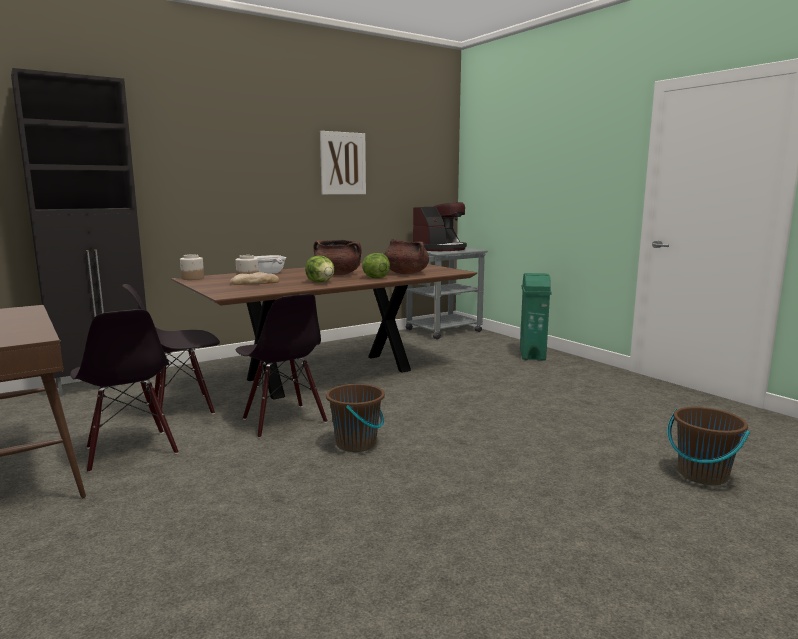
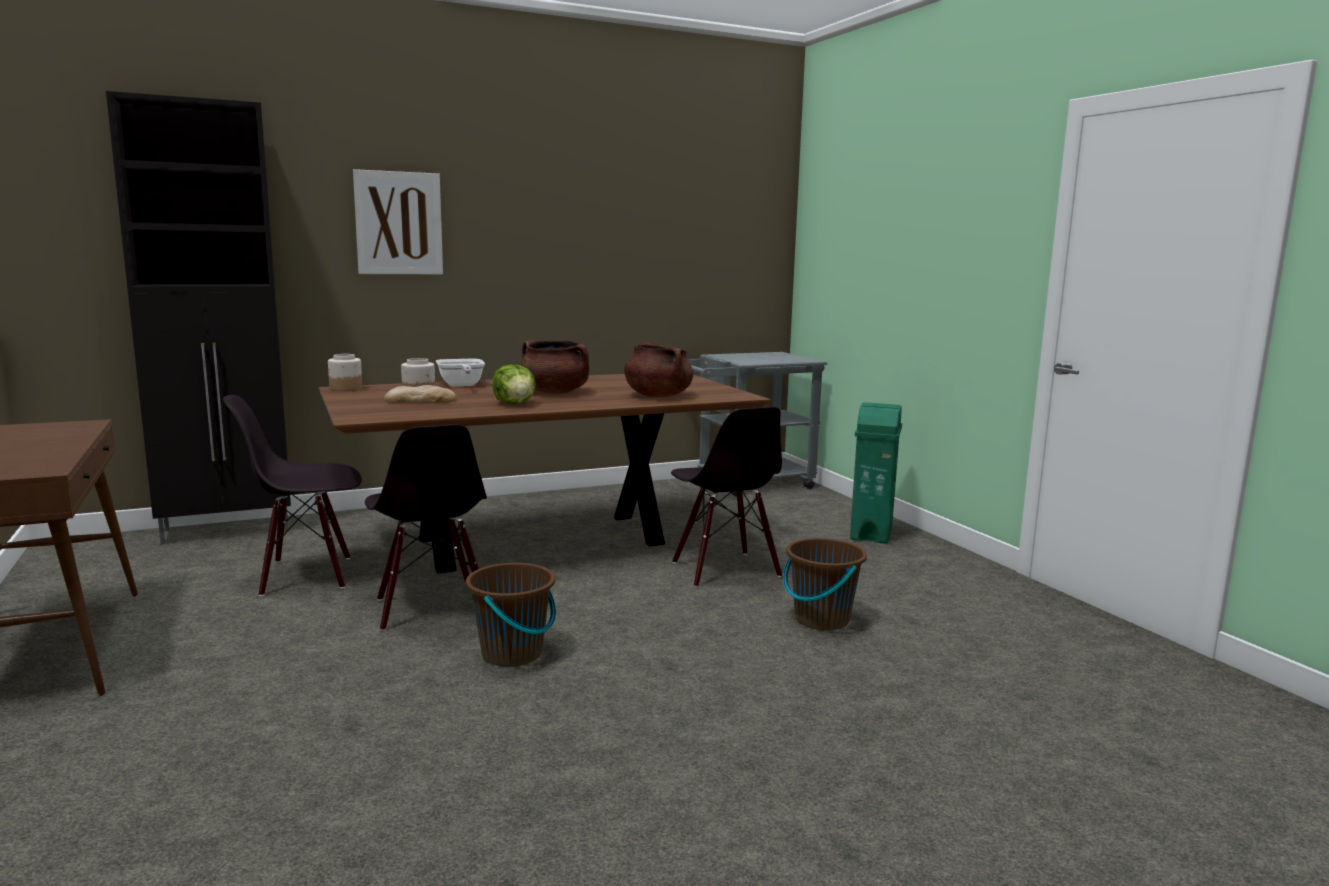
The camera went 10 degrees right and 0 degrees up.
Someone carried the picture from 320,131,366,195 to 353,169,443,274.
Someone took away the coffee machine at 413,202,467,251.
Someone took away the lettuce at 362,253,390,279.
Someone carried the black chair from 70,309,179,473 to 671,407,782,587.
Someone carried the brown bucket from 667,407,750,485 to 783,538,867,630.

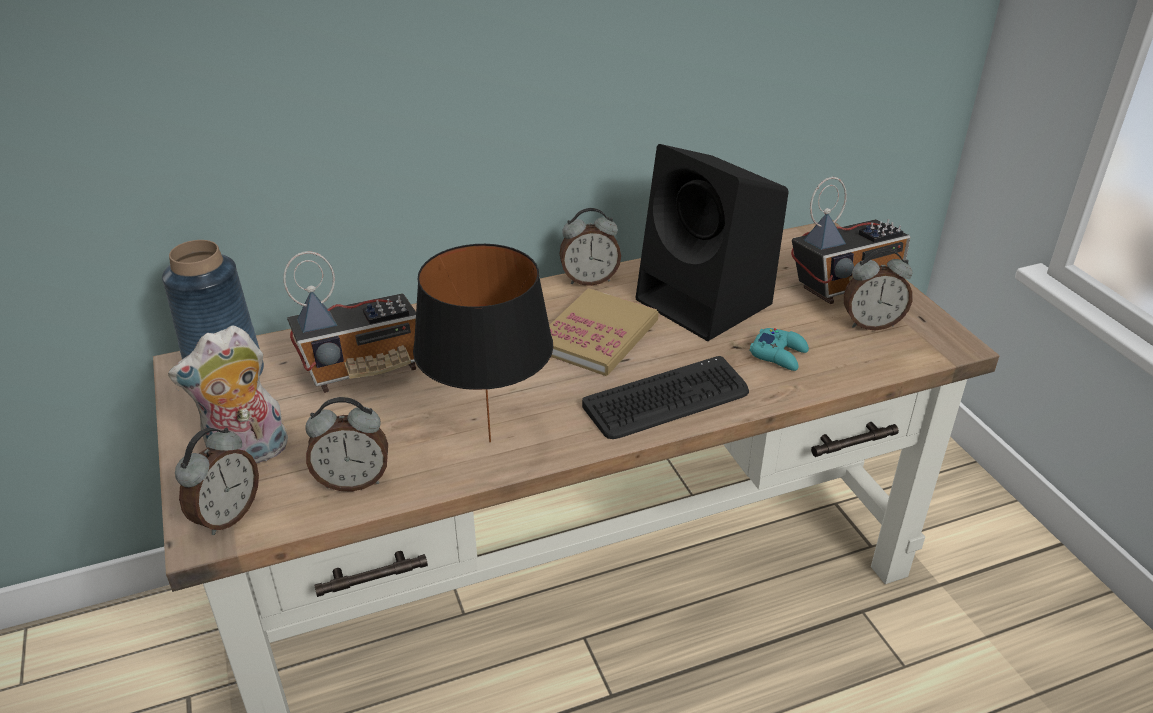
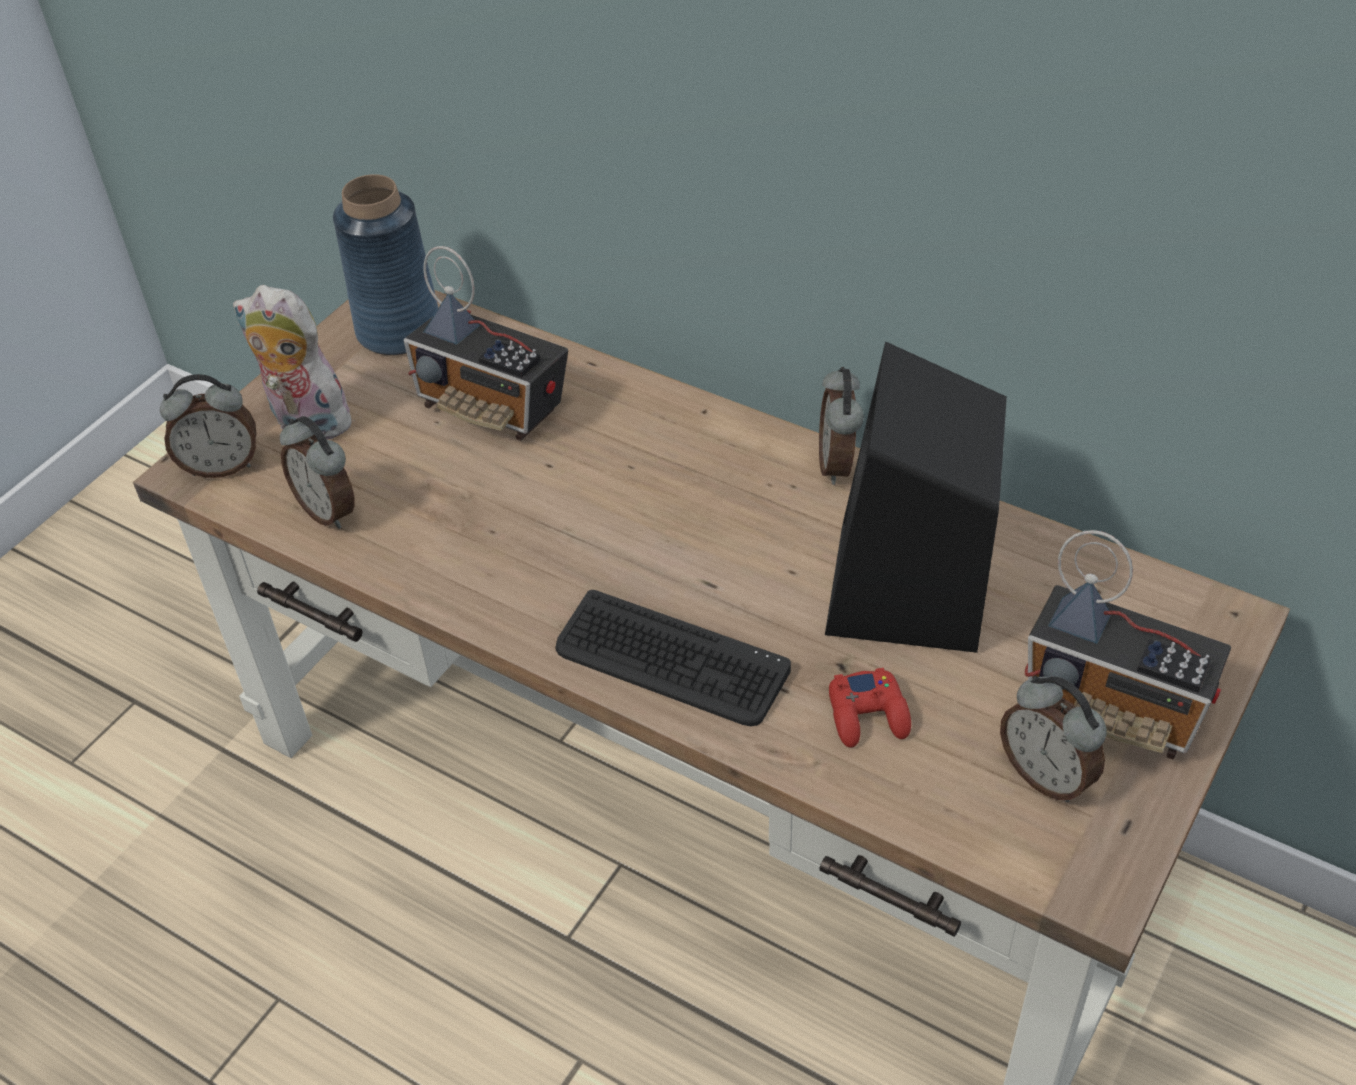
The camera went 55 degrees right and 10 degrees up.
Someone rotated the alarm clock at 560,208,621,286 by 45 degrees clockwise.
Someone took away the black table lamp at 413,244,553,442.
Someone took away the book at 549,288,659,376.
Someone repainted the turquoise game controller at 749,328,809,371, which became the red game controller at 829,668,911,747.

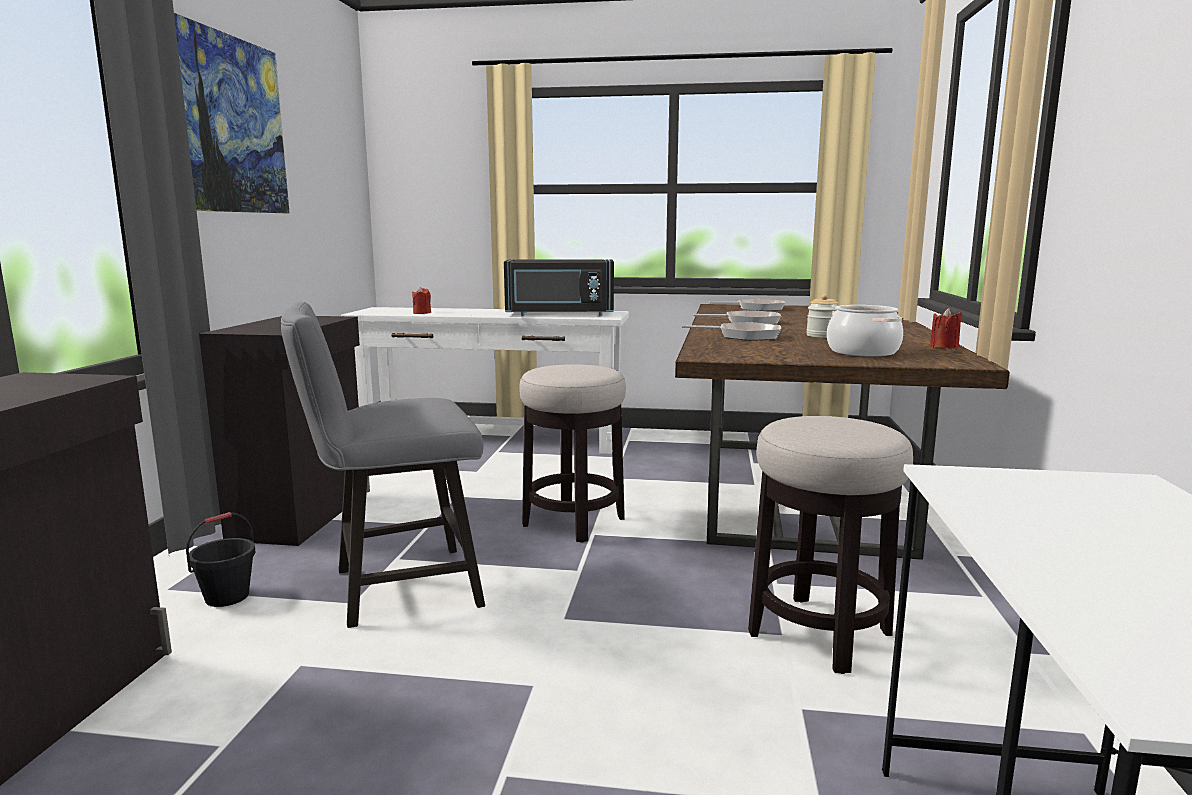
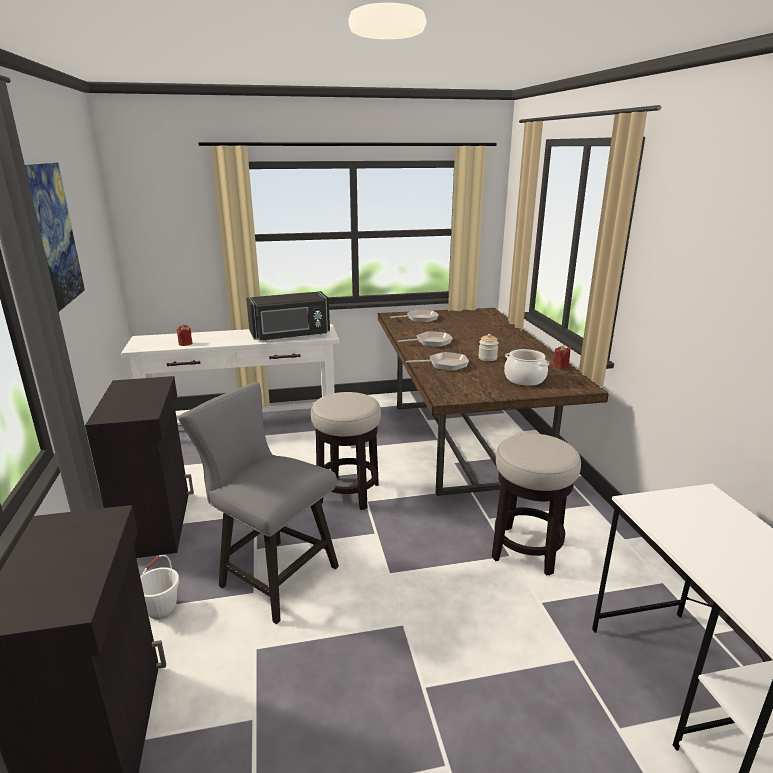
The camera went 20 degrees left and 10 degrees up.
Someone rotated the grey chair at 281,302,485,628 by 75 degrees clockwise.
Someone repainted the black bucket at 186,512,256,607, which became the white bucket at 140,555,179,619.

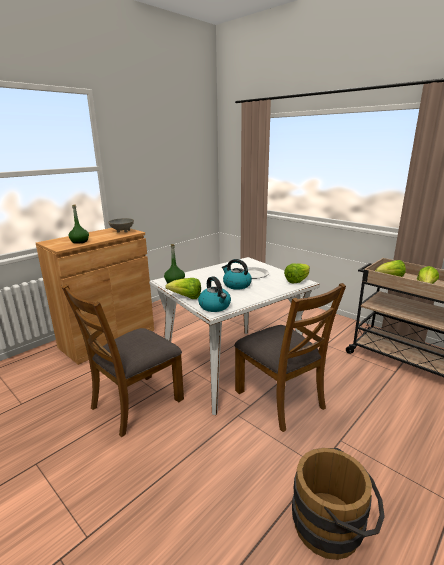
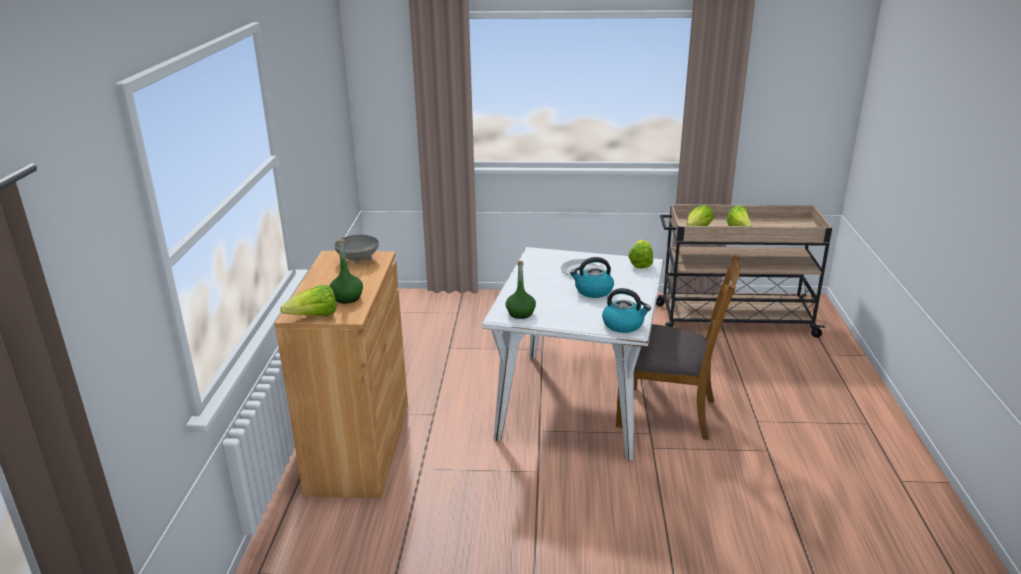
The camera went 40 degrees left and 5 degrees up.
Someone carried the lettuce from 165,278,201,299 to 280,285,336,316.
Someone took away the brown chair at 62,285,184,437.
Someone took away the brown bucket at 292,448,385,560.

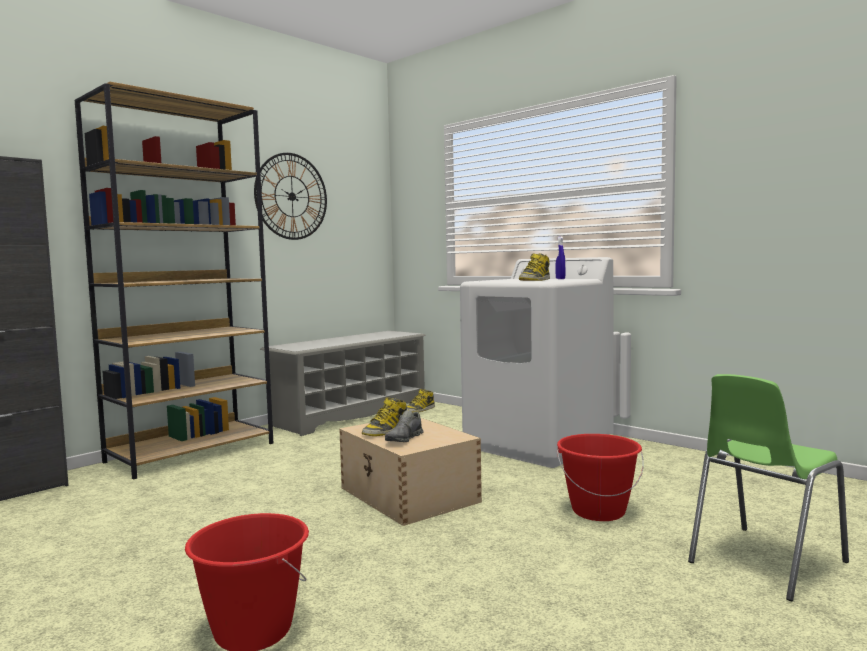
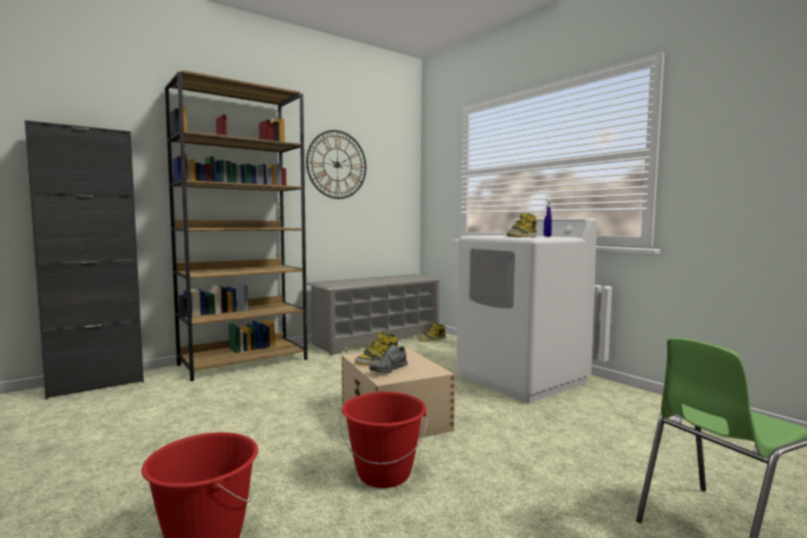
The camera went 10 degrees right and 0 degrees up.
Someone carried the red bucket from 557,434,644,521 to 340,392,428,488.

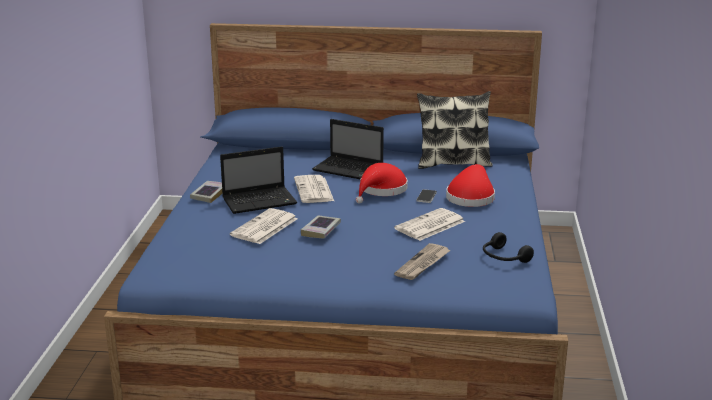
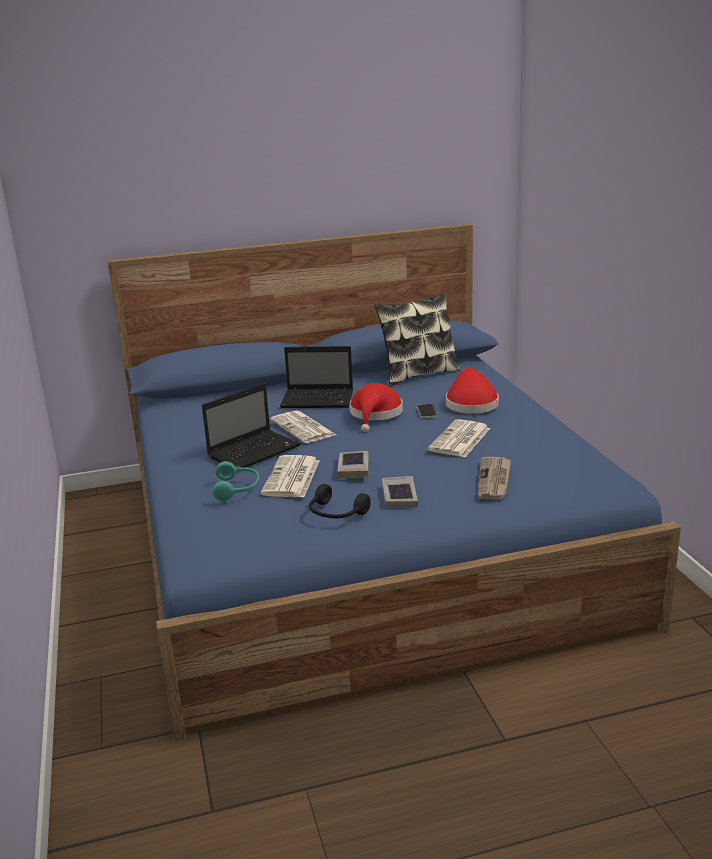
The camera went 20 degrees left and 0 degrees up.
Someone carried the book from 190,181,222,203 to 381,476,418,507.
Someone carried the black headphones from 483,232,534,263 to 309,484,371,518.
Someone put down the turquoise headphones at 212,461,260,501.

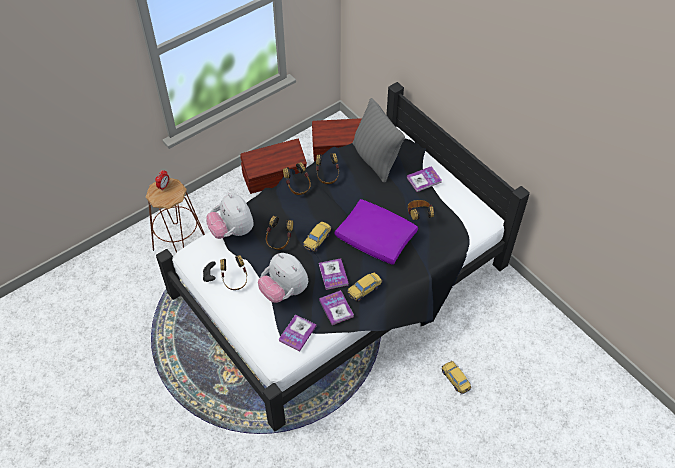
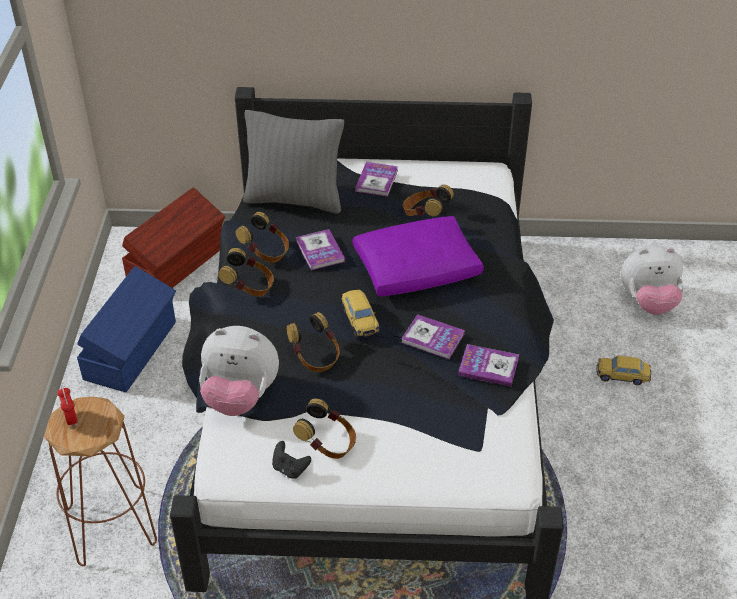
The camera went 50 degrees left and 10 degrees down.
Someone repainted the brown storage box at 240,138,307,194, which became the blue storage box at 77,266,176,392.
Someone carried the plush toy from 258,253,308,303 to 621,245,684,315.
Someone took away the toy car at 347,273,383,301.
Someone carried the book from 279,314,316,351 to 296,229,345,270.

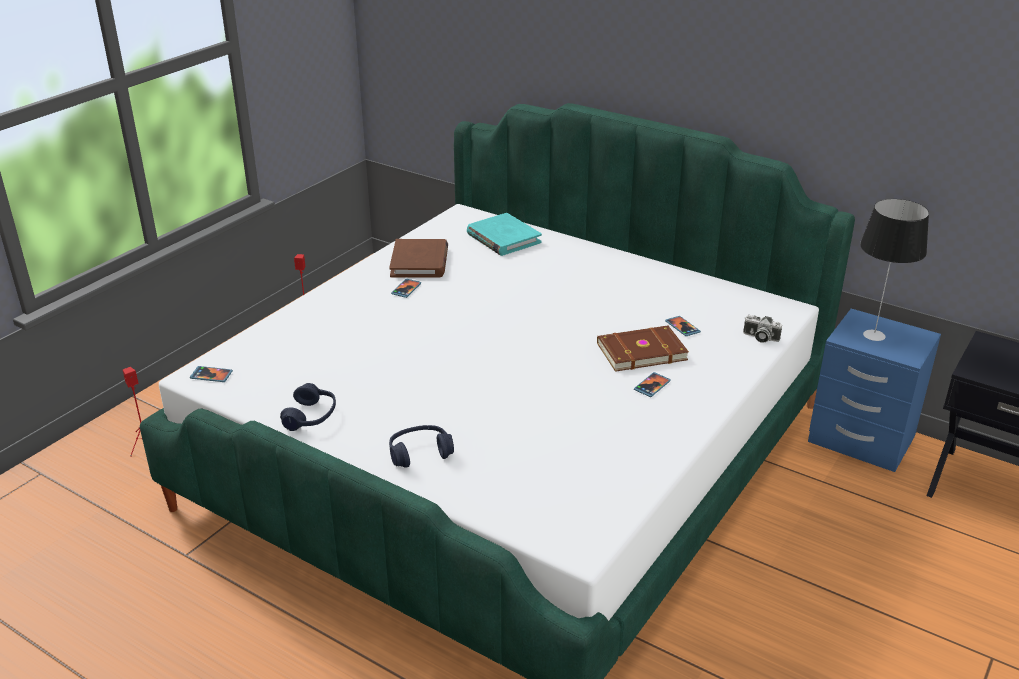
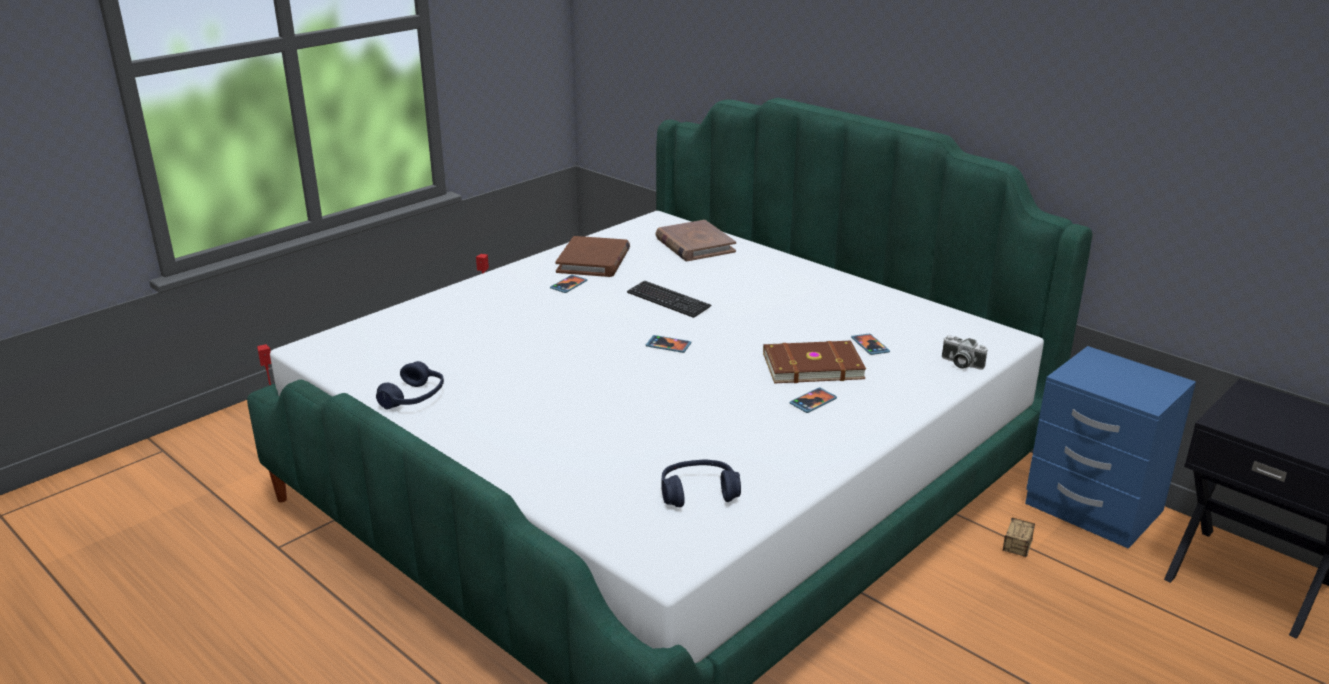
The camera went 10 degrees right and 5 degrees down.
Someone took away the table lamp at 860,199,929,341.
Someone repainted the turquoise book at 467,213,542,256, which became the brown book at 656,220,736,261.
Someone carried the phone from 190,366,233,382 to 646,335,691,353.
Someone carried the blue headphones from 389,425,454,468 to 661,460,741,507.
Someone put down the keyboard at 627,280,711,318.
Someone put down the storage box at 1003,518,1035,557.

